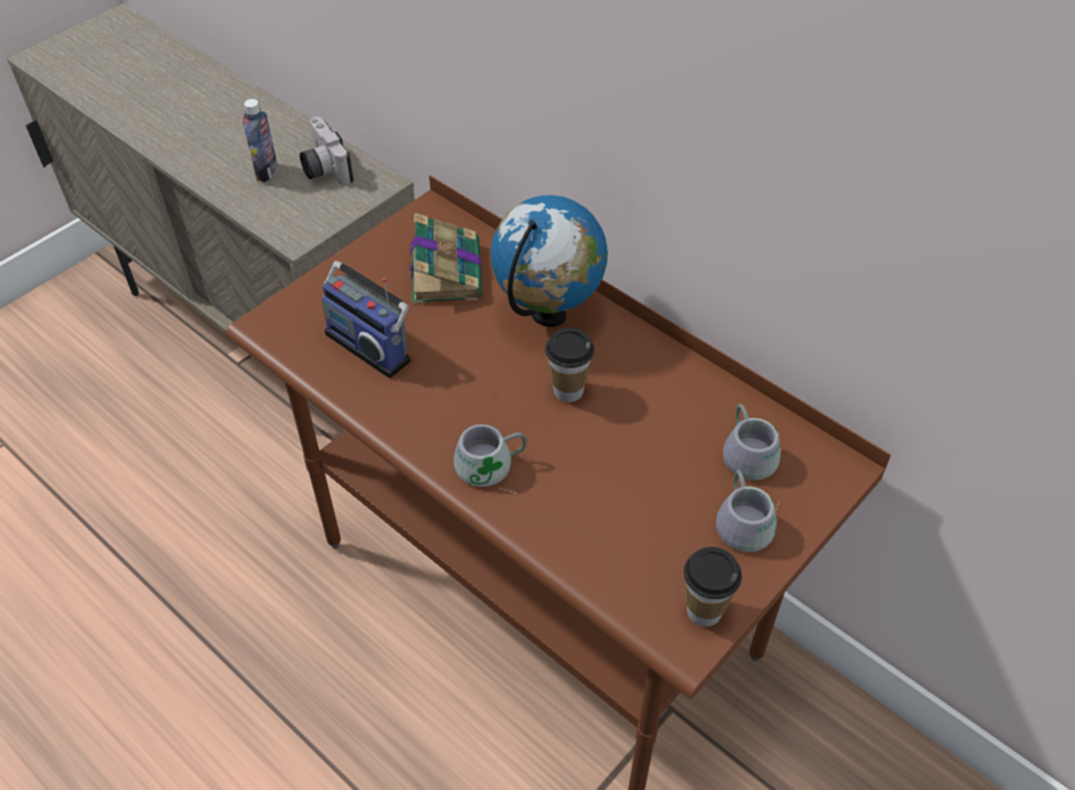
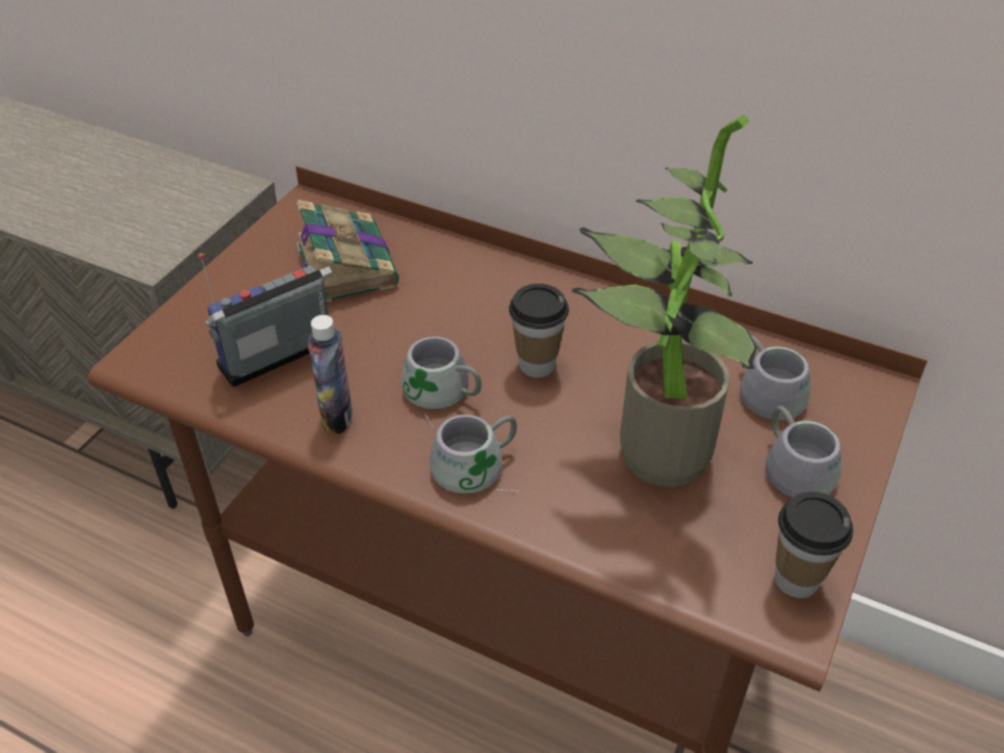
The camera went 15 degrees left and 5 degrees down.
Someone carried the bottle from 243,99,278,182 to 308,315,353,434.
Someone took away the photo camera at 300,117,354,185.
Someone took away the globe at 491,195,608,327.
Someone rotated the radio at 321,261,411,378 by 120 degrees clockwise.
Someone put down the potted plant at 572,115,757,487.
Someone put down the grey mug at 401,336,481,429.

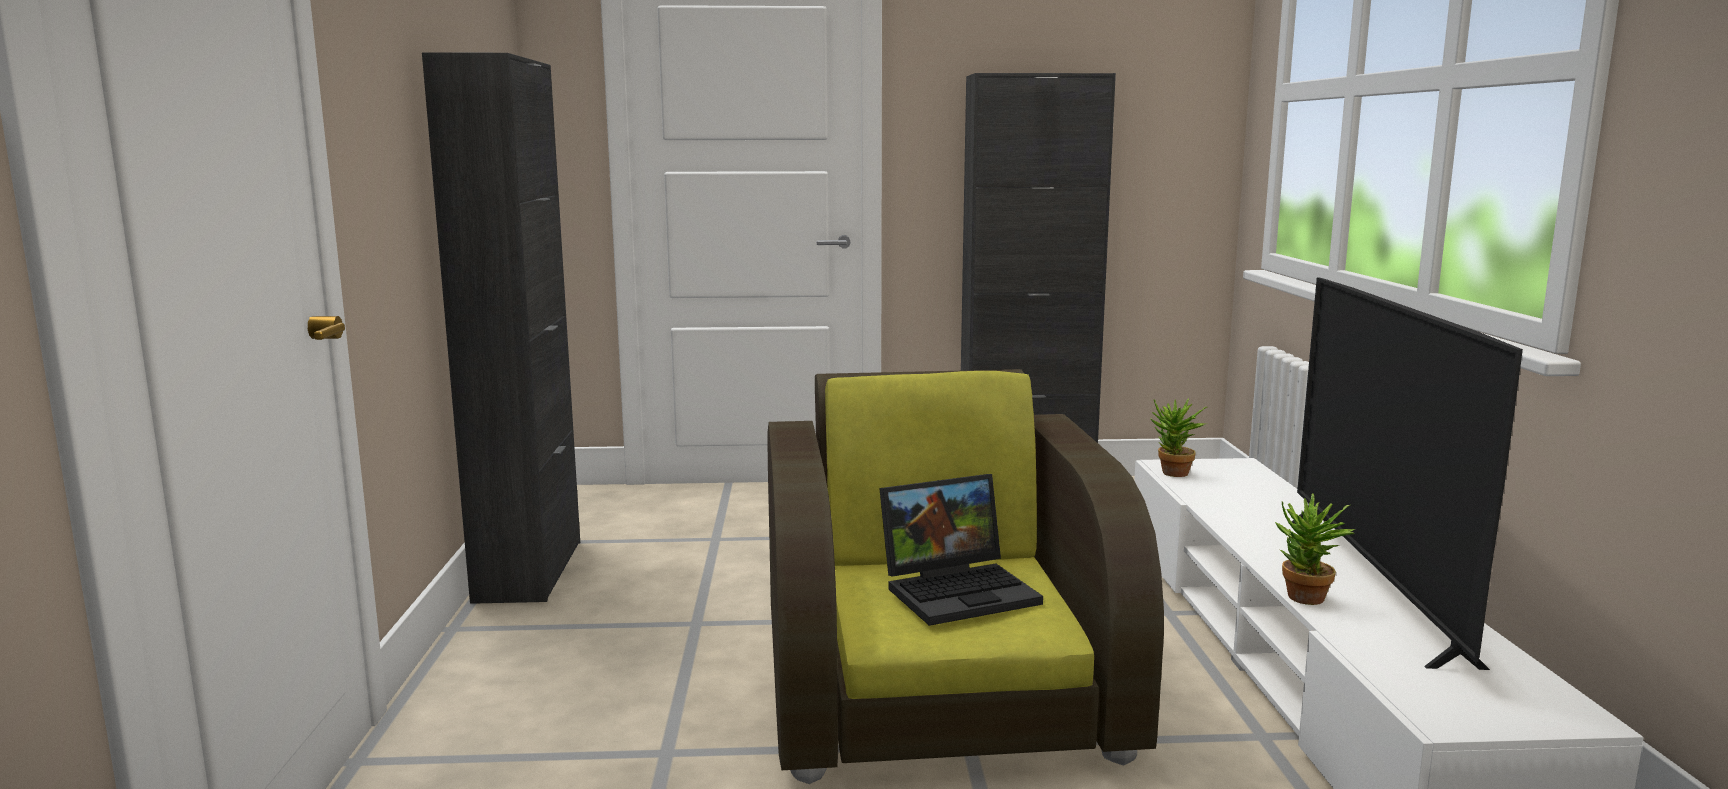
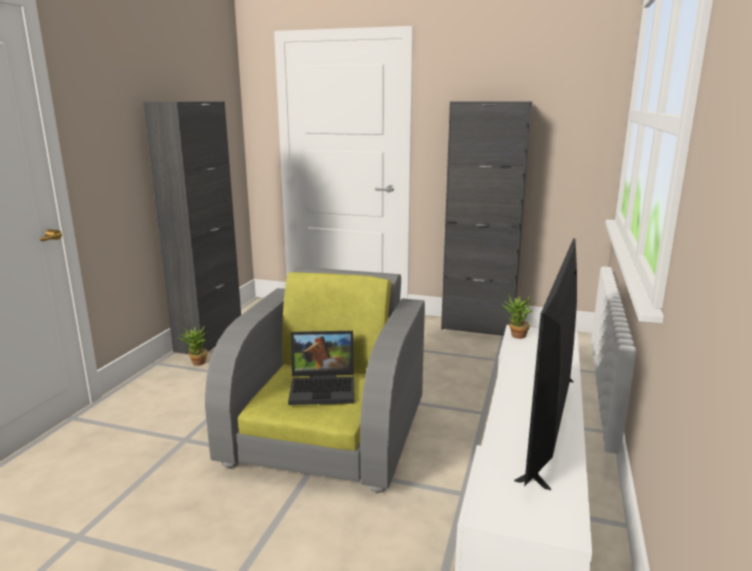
The camera went 20 degrees right and 5 degrees up.
Someone repainted the brown armchair at 767,369,1164,784, which became the grey armchair at 205,267,425,493.
Someone carried the potted plant from 1275,494,1355,605 to 178,325,208,366.

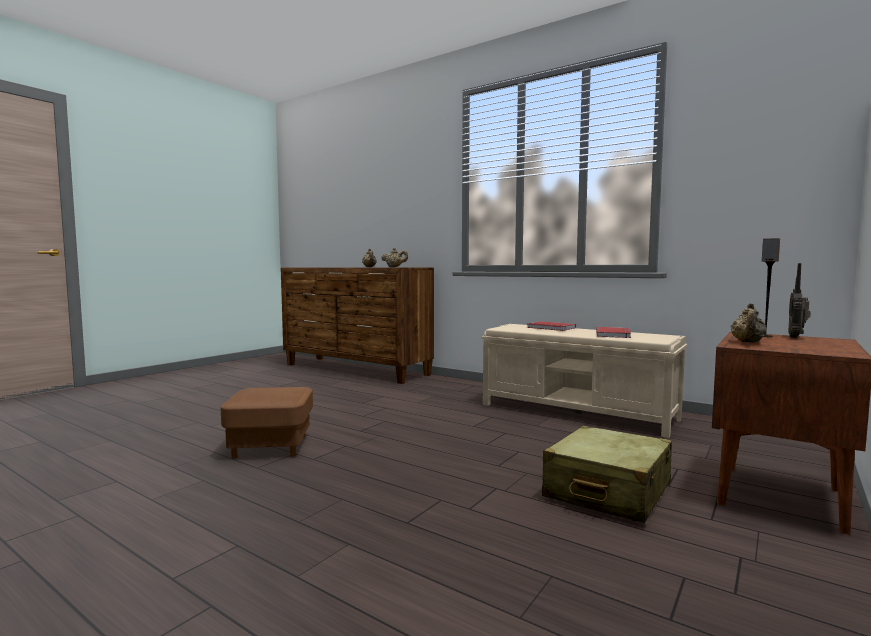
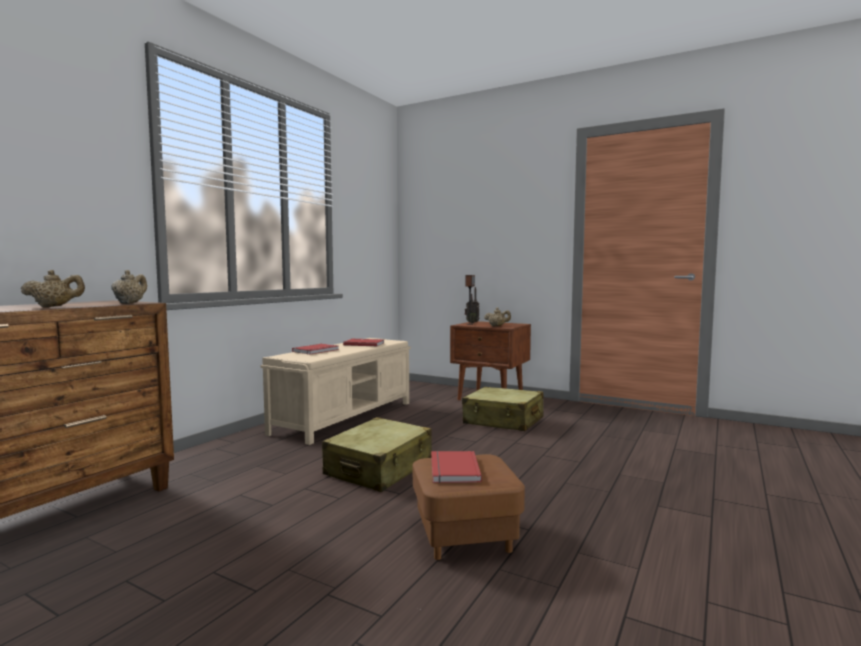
The camera went 95 degrees left and 0 degrees up.
Someone put down the beige suitcase at 322,417,432,492.
Someone put down the red book at 431,451,482,483.

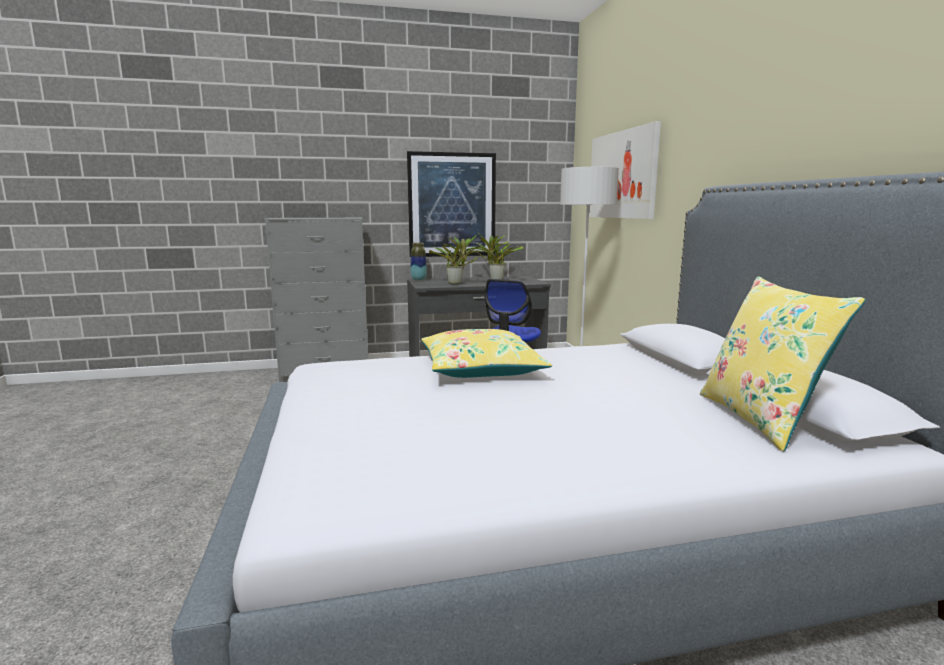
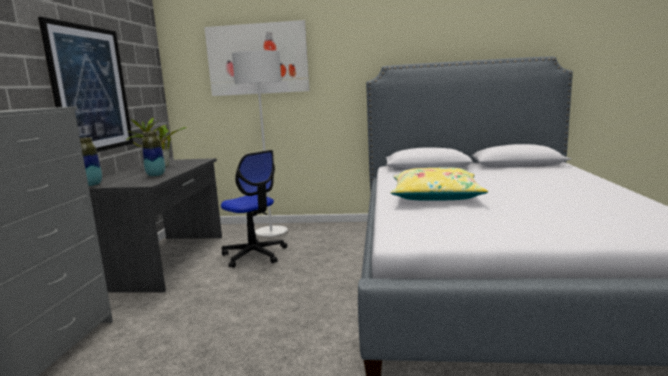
The camera went 70 degrees left and 0 degrees up.
Someone swapped the potted plant at 429,234,488,284 for the vase at 142,131,165,177.
Someone took away the yellow pillow at 700,276,865,452.

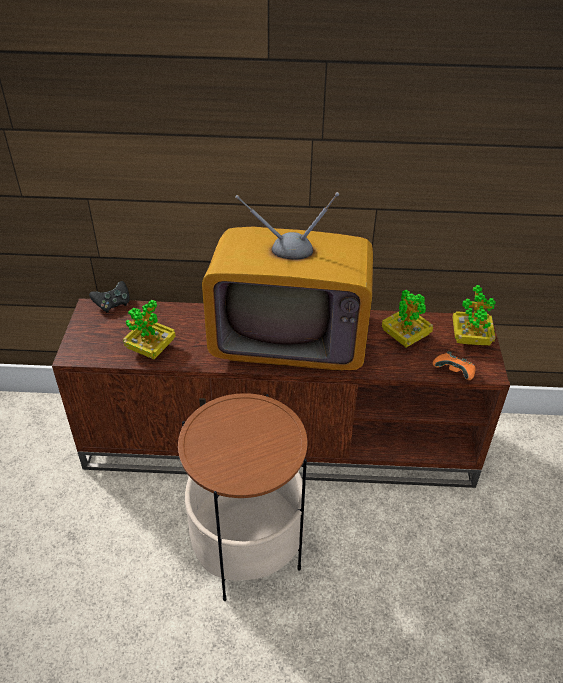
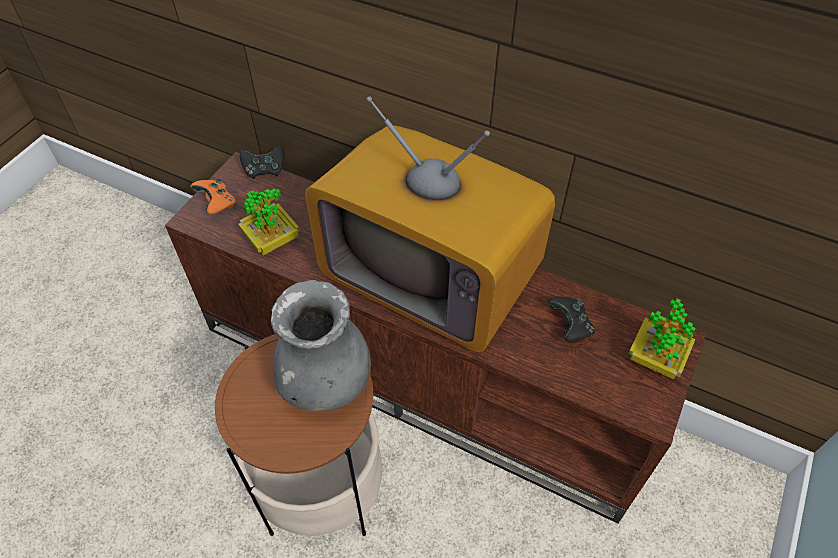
The camera went 25 degrees right and 10 degrees up.
Someone swapped the potted plant at 382,290,433,347 for the black game controller at 548,297,595,343.
Someone carried the orange game controller from 433,351,475,380 to 191,179,236,214.
Someone put down the grey vase at 271,280,371,411.

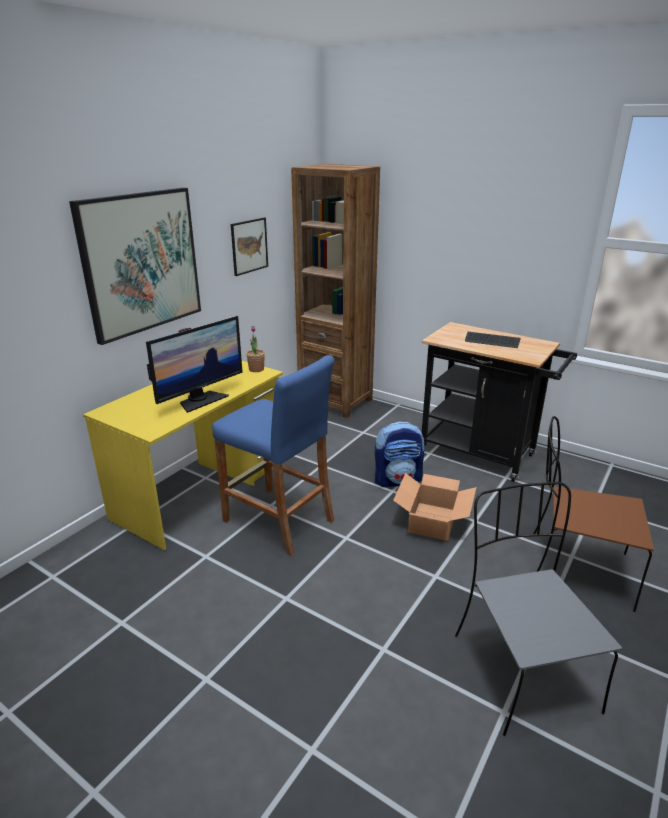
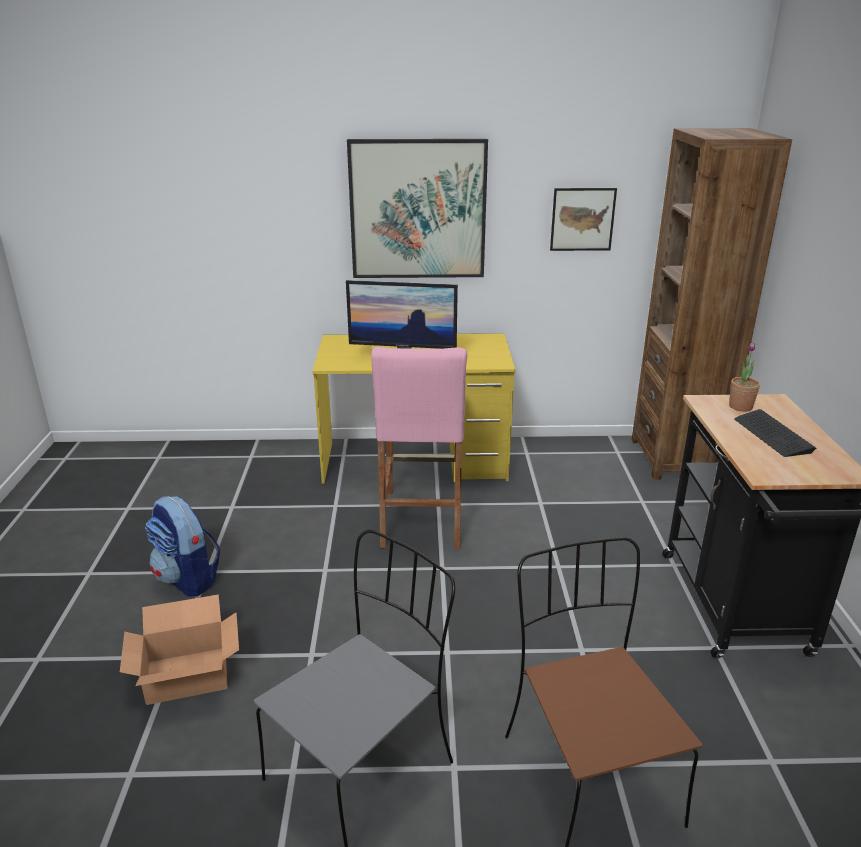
The camera went 55 degrees right and 0 degrees up.
Someone carried the potted plant from 246,326,265,372 to 729,343,760,412.
Someone repainted the blue stool at 212,355,334,557, which became the pink stool at 371,346,468,549.
Someone carried the backpack from 375,421,425,487 to 145,496,221,597.
Someone carried the cardboard box from 393,473,477,541 to 120,594,239,705.

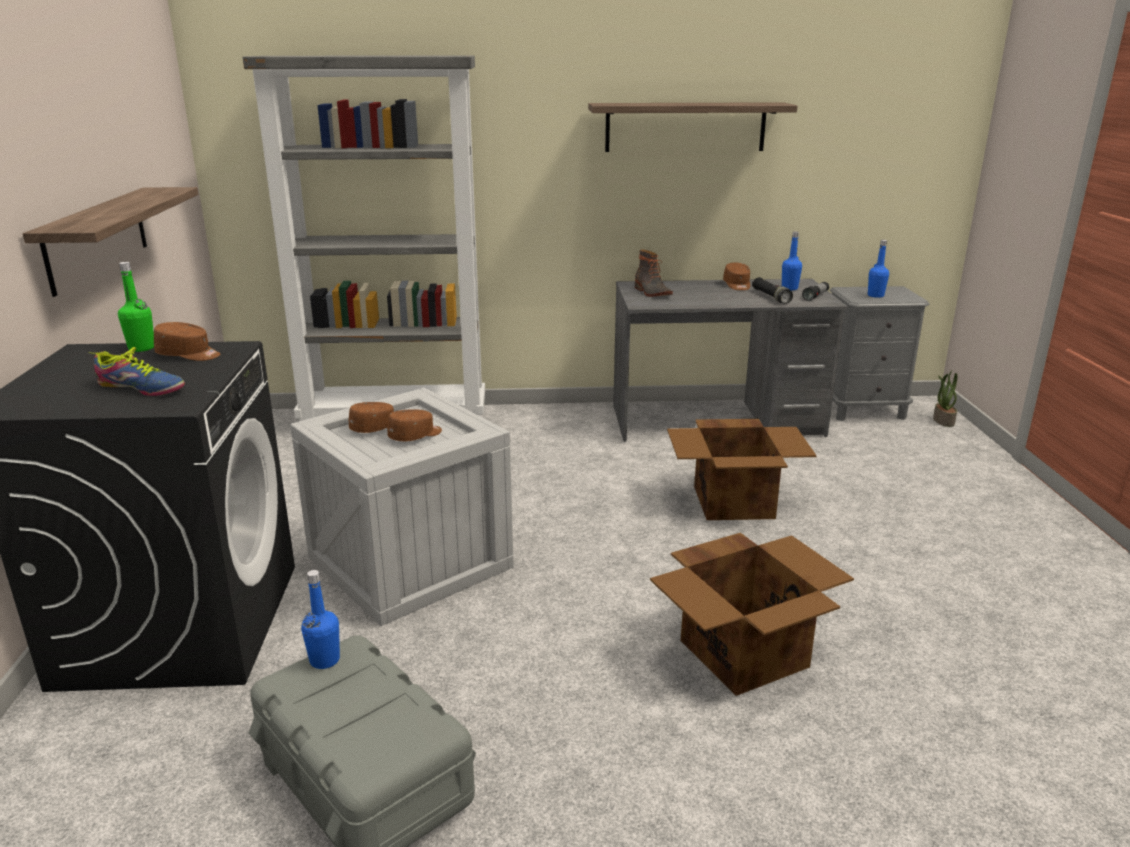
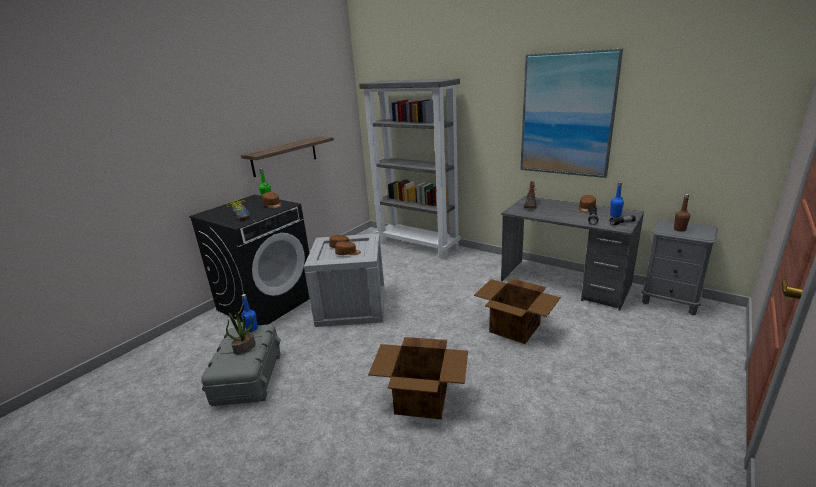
The camera went 40 degrees right and 0 degrees up.
Someone swapped the shelf at 589,102,798,152 for the picture at 520,48,623,178.
Someone repainted the blue bottle at 868,240,889,298, which became the brown bottle at 674,194,690,232.
Someone carried the potted plant from 933,371,957,427 to 226,312,256,355.

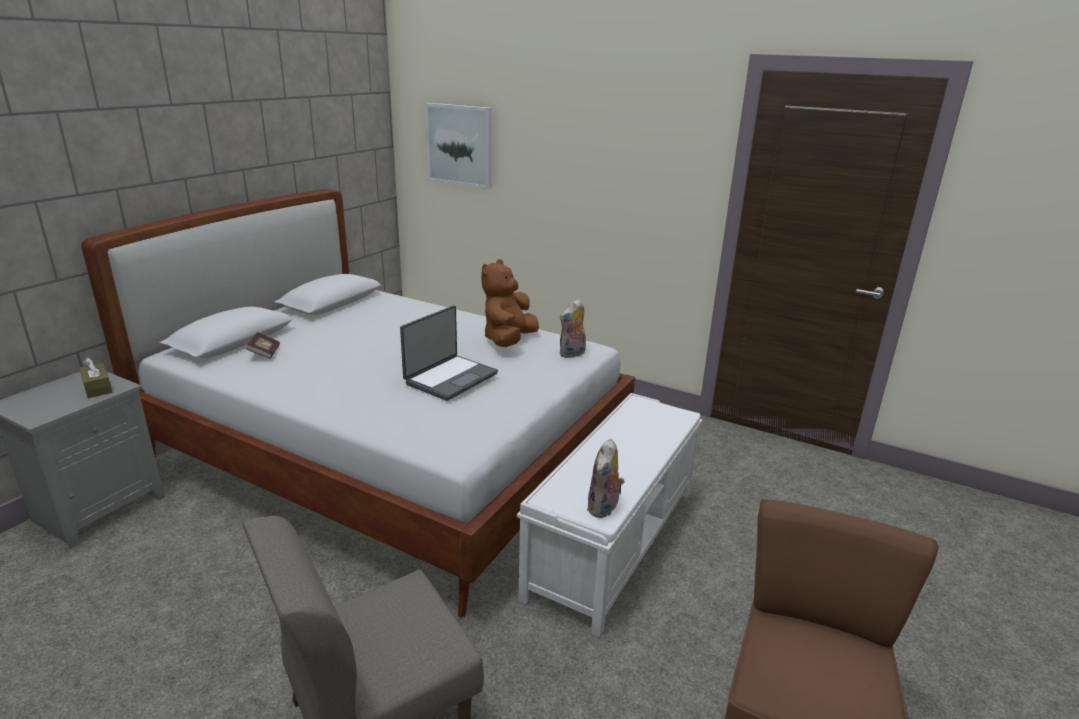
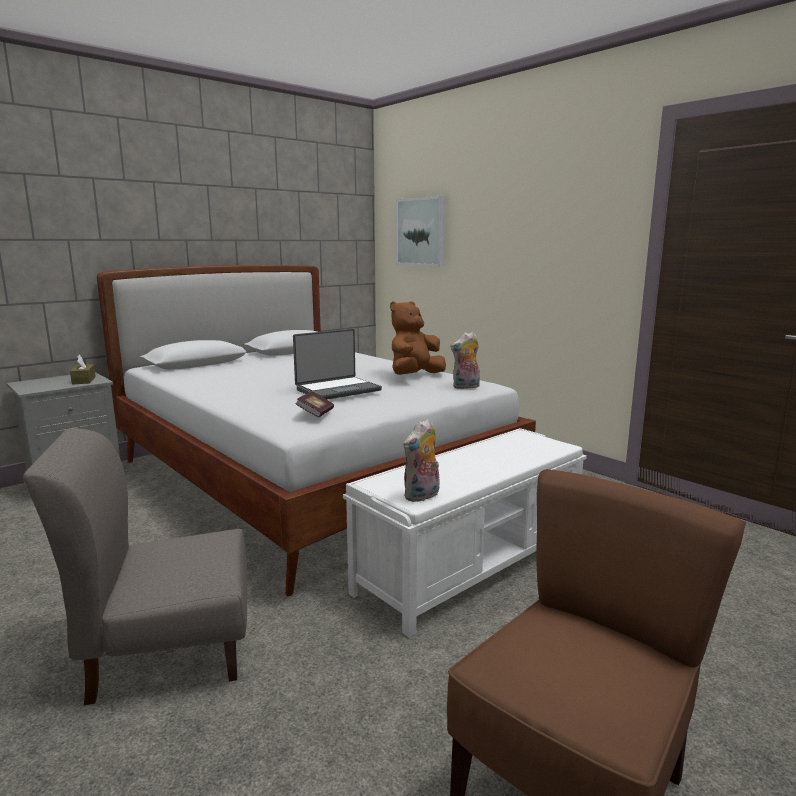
The camera went 20 degrees right and 10 degrees down.
Someone carried the book from 246,332,280,359 to 295,391,334,417.

